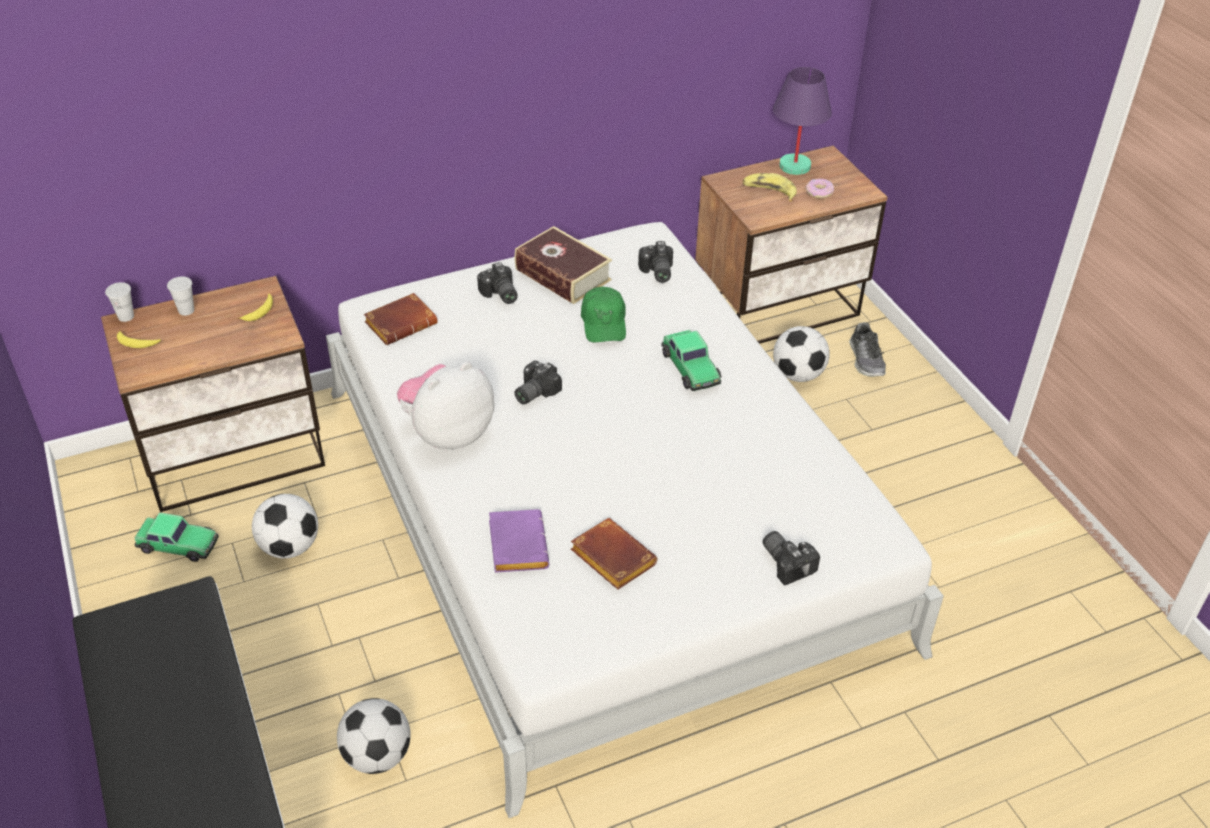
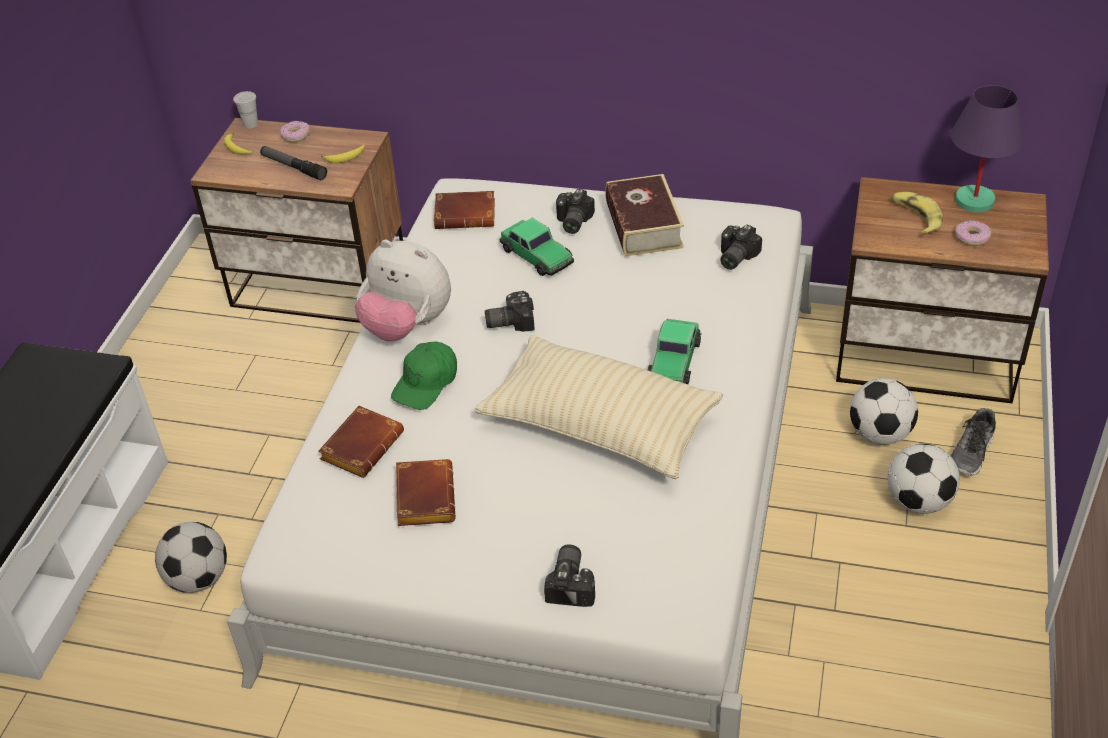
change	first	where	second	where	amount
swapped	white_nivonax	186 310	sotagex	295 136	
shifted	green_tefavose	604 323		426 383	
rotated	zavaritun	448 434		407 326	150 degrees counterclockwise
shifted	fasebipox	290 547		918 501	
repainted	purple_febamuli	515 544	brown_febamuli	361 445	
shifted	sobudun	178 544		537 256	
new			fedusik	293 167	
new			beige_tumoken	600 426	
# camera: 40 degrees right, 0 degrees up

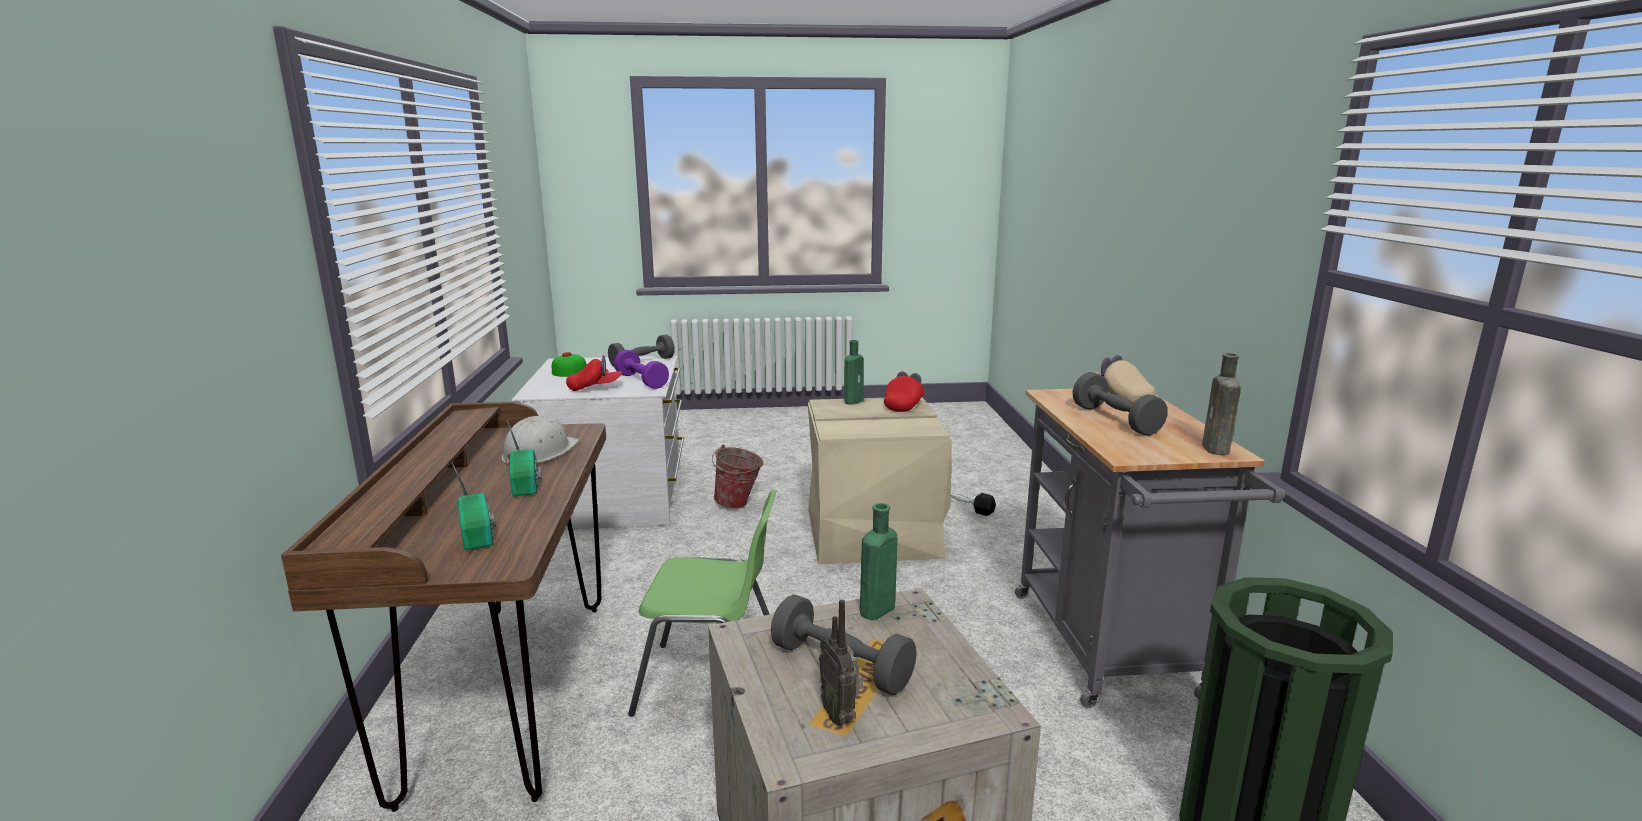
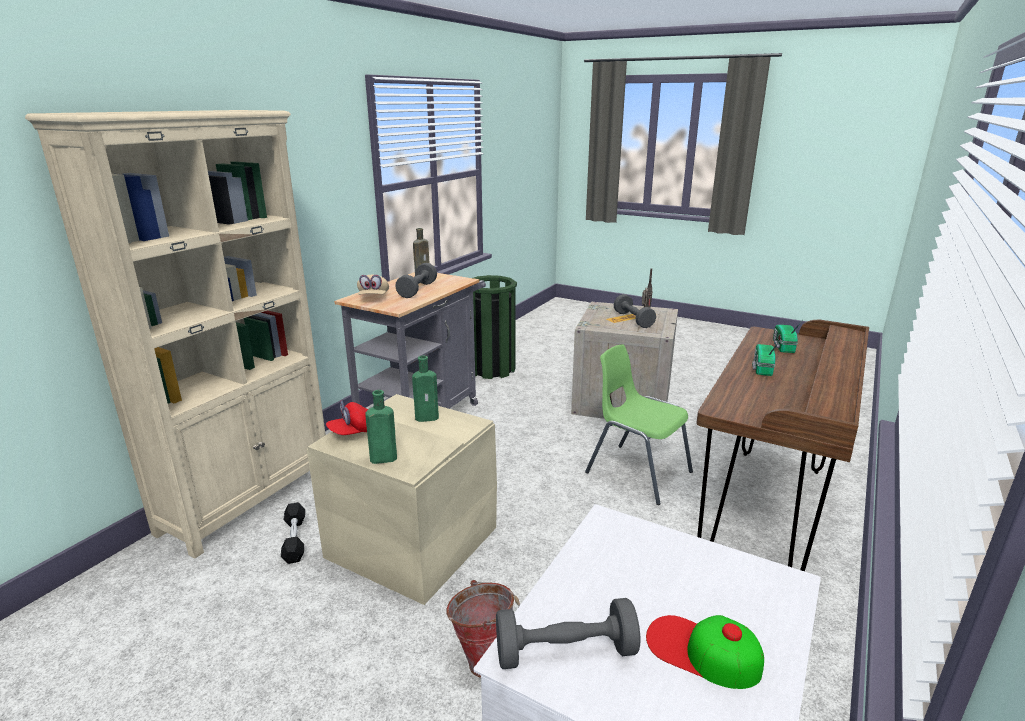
change	first	where	second	where	amount
gone	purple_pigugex	641 381			
gone	red_tefavose	595 388			
gone	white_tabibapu	539 452			
shifted	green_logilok	875 611		428 417	
new			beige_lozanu	250 498	
# camera: 145 degrees left, 5 degrees up

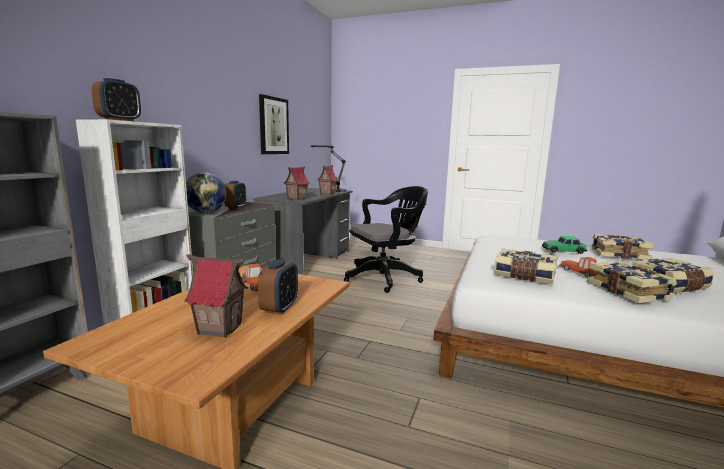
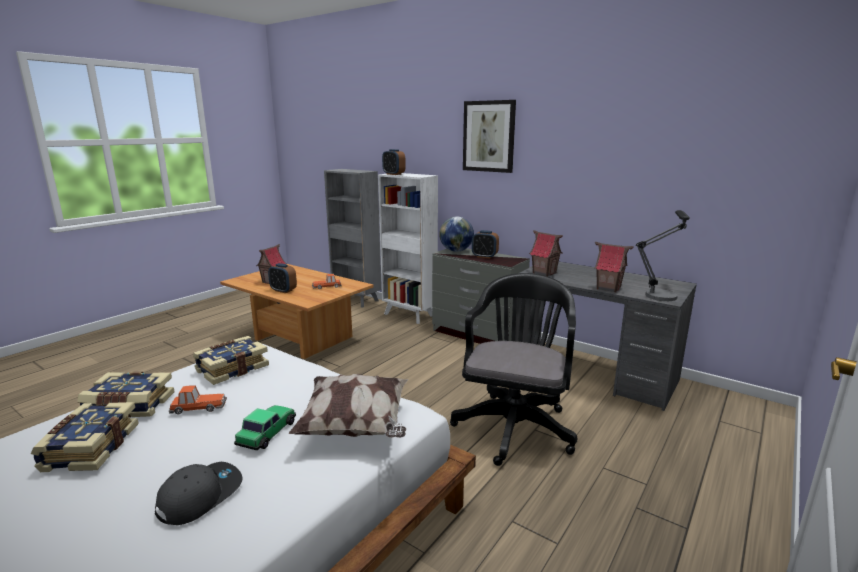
change	first	where	second	where	amount
shifted	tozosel	273 126		489 136	
rotated	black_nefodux	386 278		515 425	150 degrees counterclockwise
swapped	febamuli	619 254	grey_tefavose	200 495	
new			tumoken	356 426	
# camera: 105 degrees right, 5 degrees up

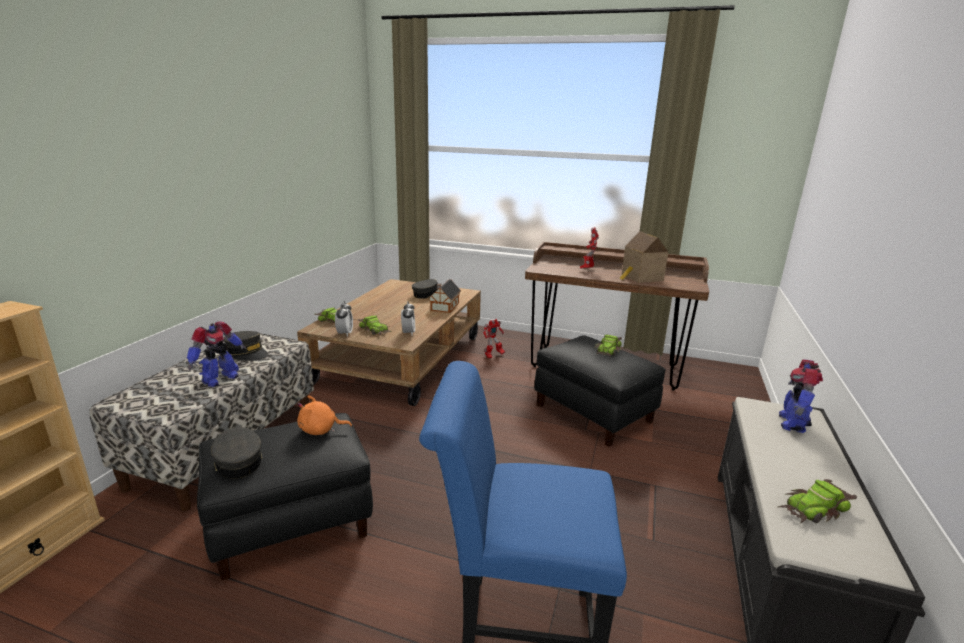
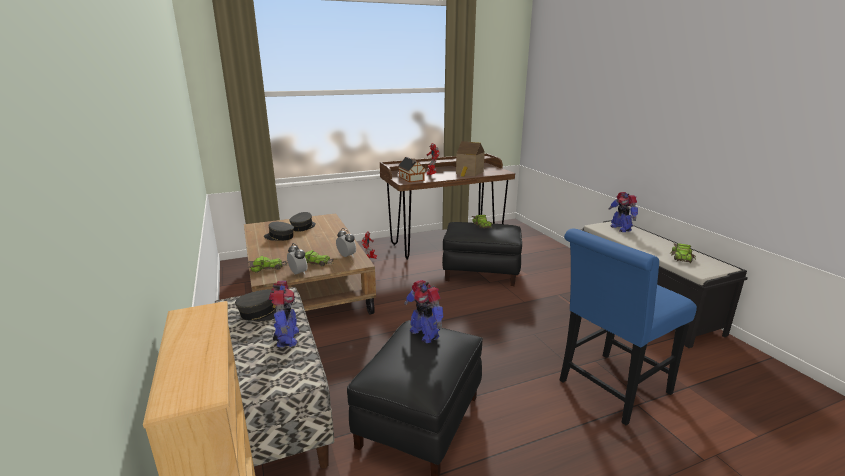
change	first	where	second	where	amount
shifted	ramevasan	444 307		411 179	
swapped	orange_zavaritun	321 430	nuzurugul	424 334	
shifted	grey_tefavose	238 461		279 237	
# camera: 40 degrees left, 0 degrees up

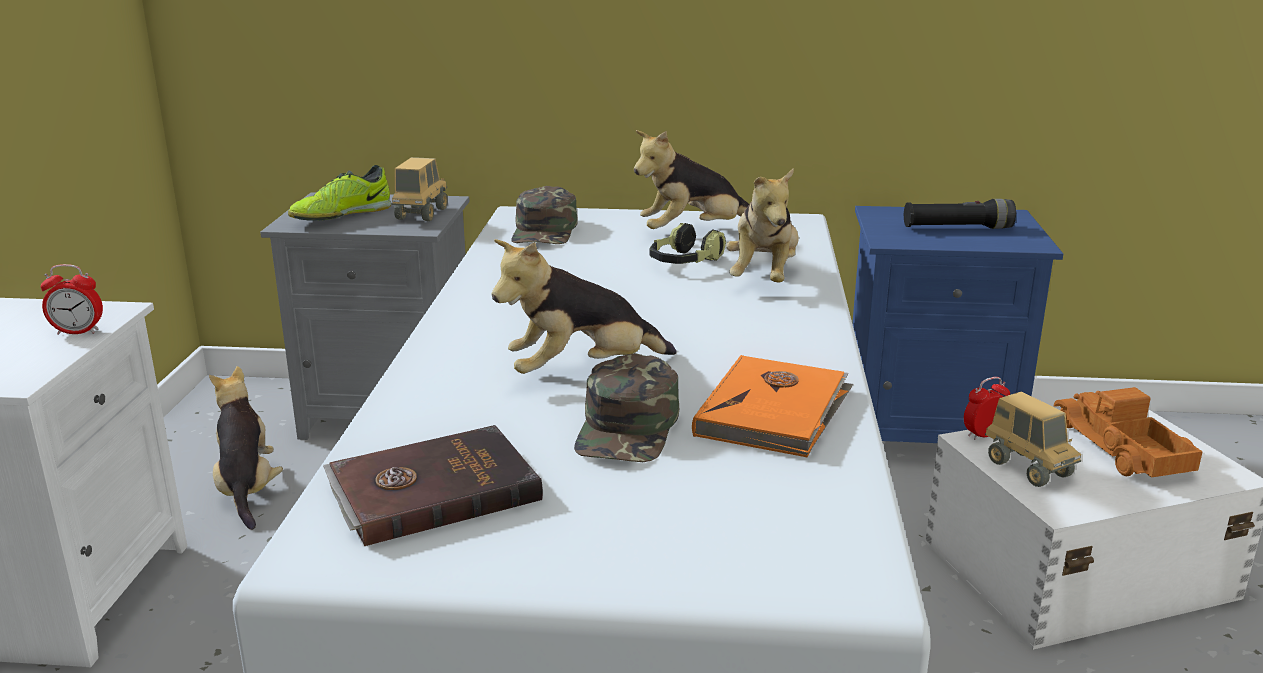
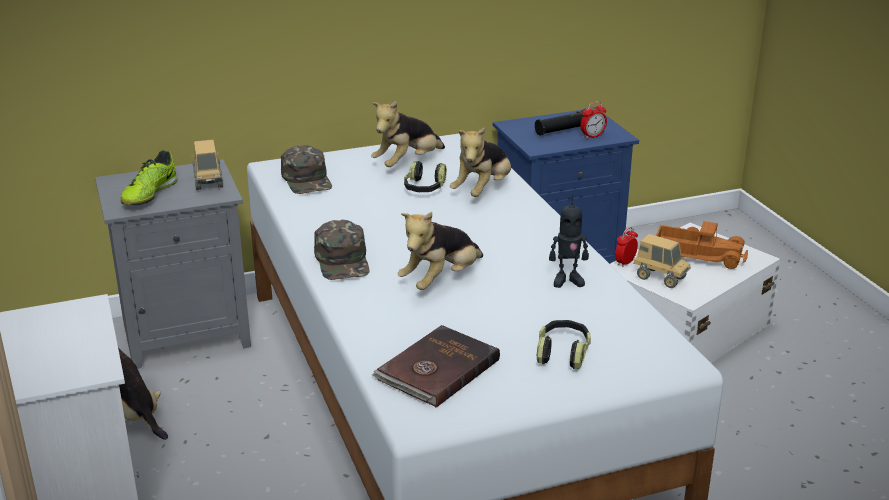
change	first	where	second	where	amount
rotated	zavaritun	764 277		483 190	45 degrees clockwise
shifted	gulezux	78 332		592 136	
shifted	green_tefavose	629 427		343 260	
swapped	orange_febamuli	774 411	nuzurugul	567 280	
rotated	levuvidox	1120 449		698 255	150 degrees clockwise
new			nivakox	562 353	
# camera: 25 degrees left, 5 degrees up

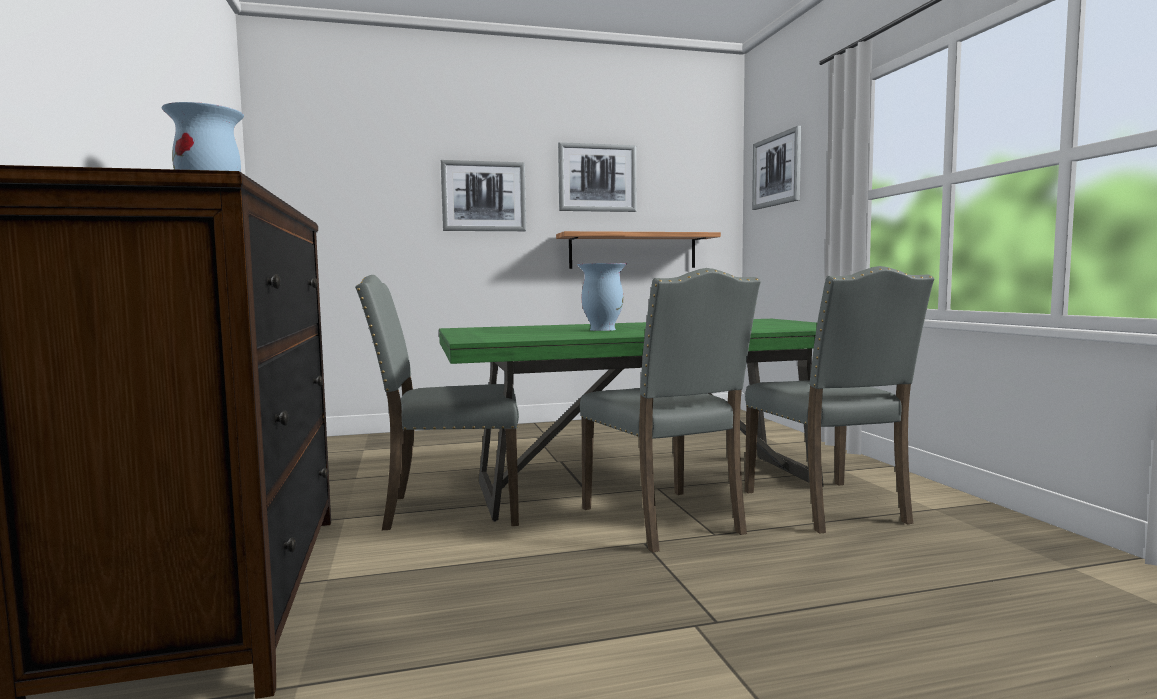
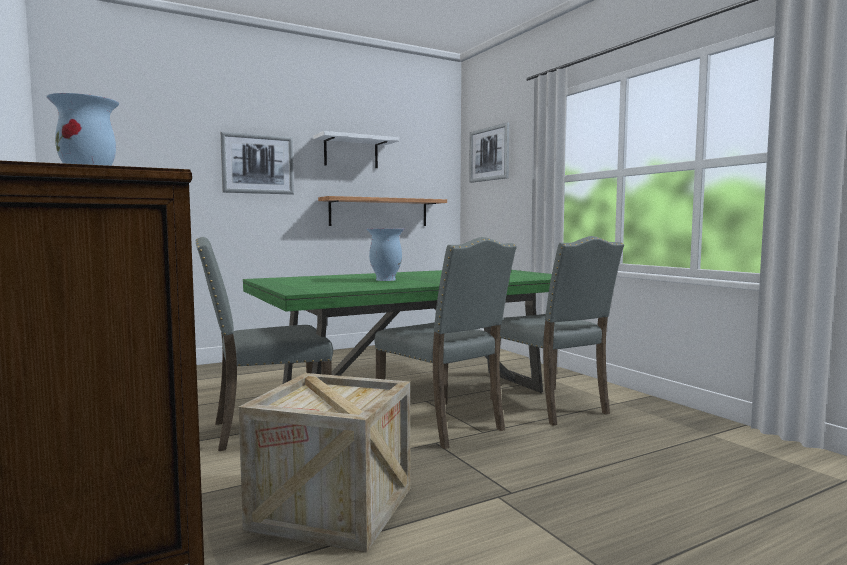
change	first	where	second	where	amount
swapped	tozosel	597 178	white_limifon	351 152	
new			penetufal	332 508	
# camera: 15 degrees left, 0 degrees up

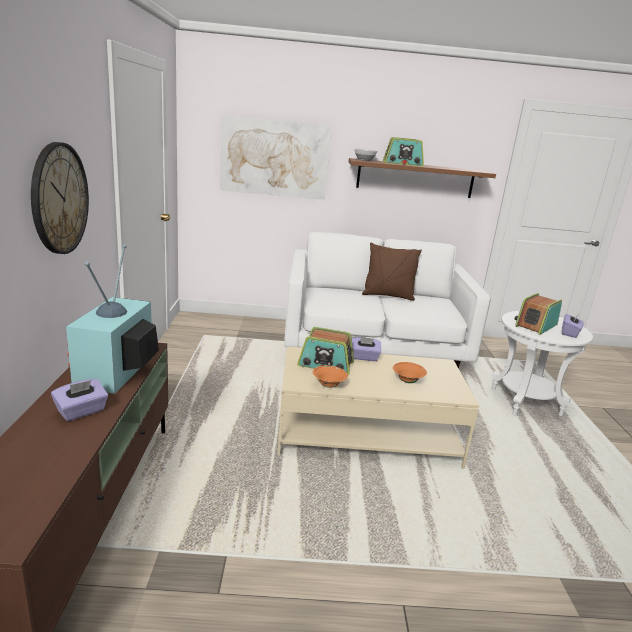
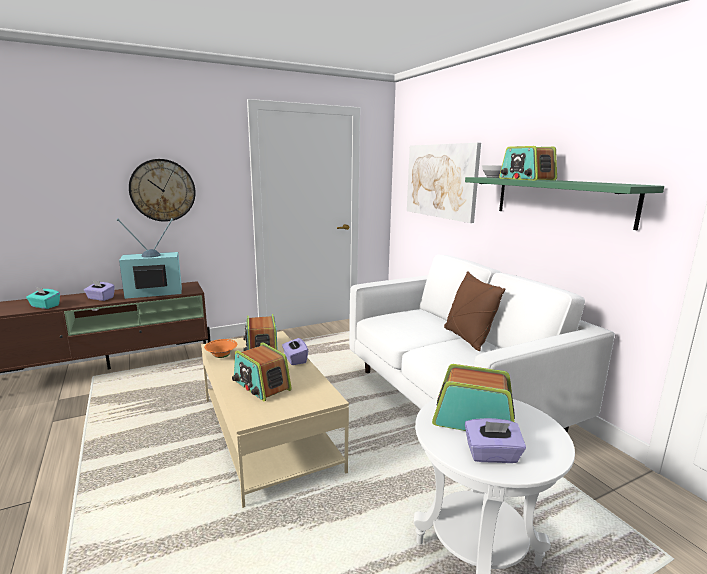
change	first	where	second	where	amount
repainted	brown_limifon	415 178	green_limifon	560 200	
swapped	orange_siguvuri	407 381	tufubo	261 385	
new			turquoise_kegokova	45 306	
# camera: 65 degrees right, 5 degrees down

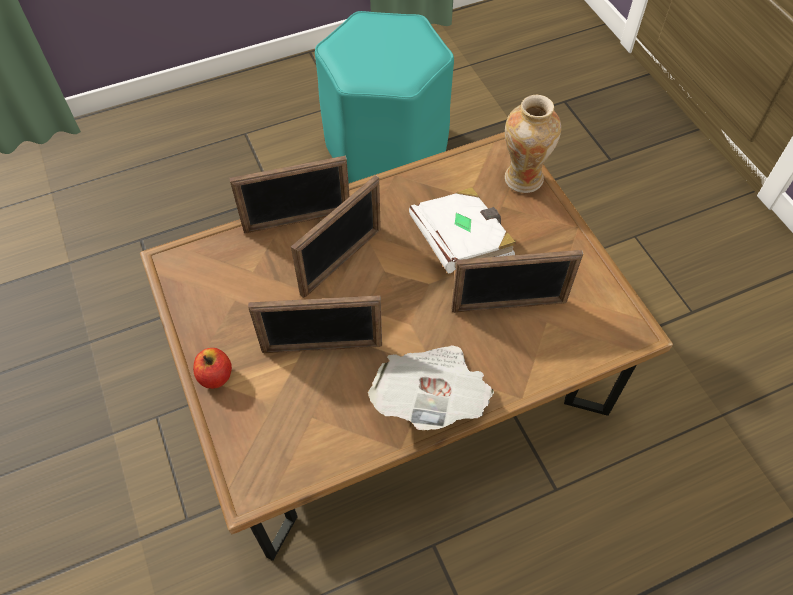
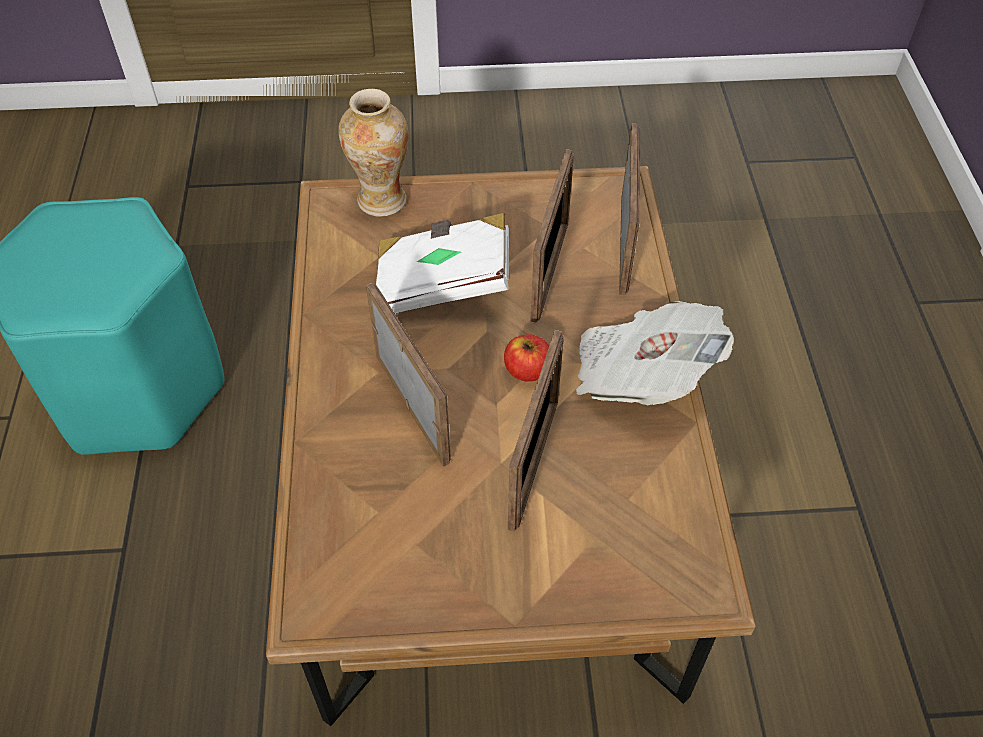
change	first	where	second	where	amount
shifted	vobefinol	297 221		624 244	
shifted	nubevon	216 376		527 370	
# camera: 70 degrees left, 5 degrees down

